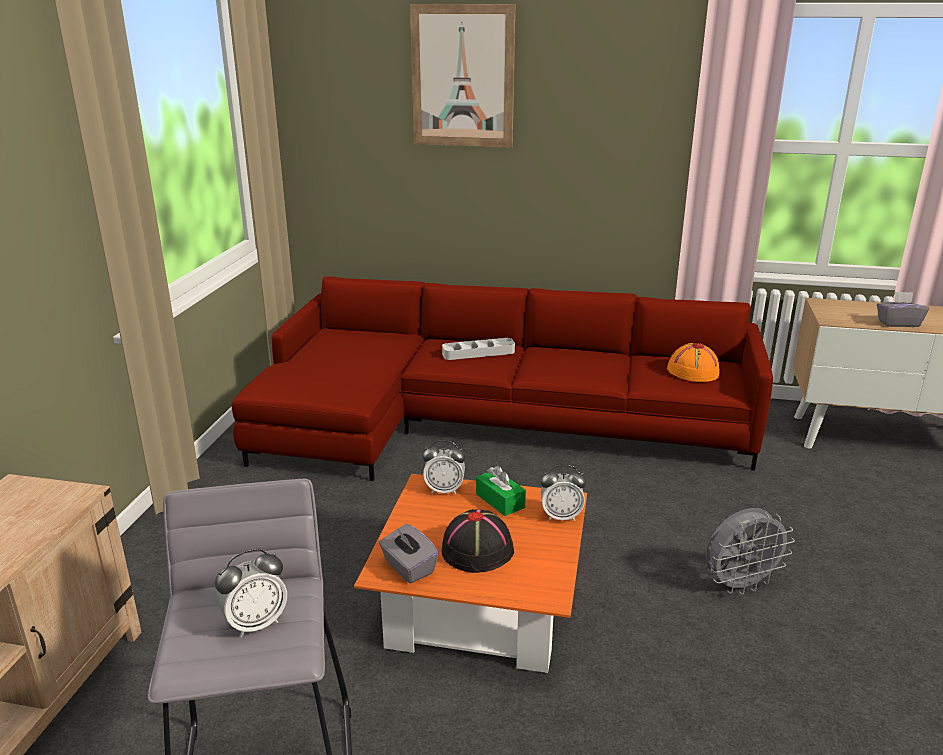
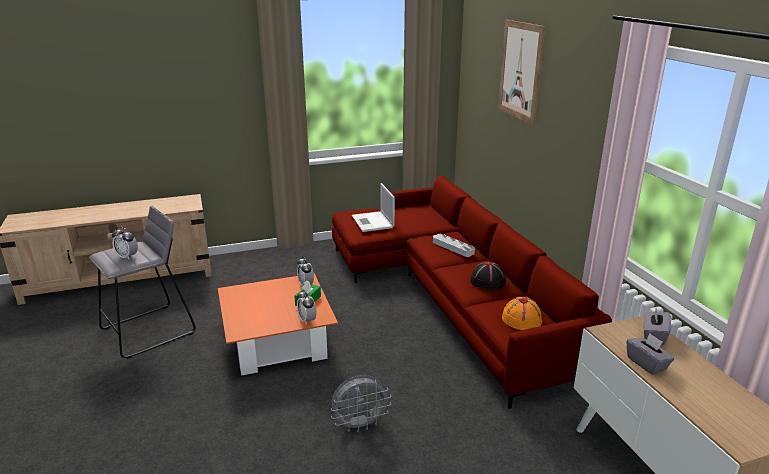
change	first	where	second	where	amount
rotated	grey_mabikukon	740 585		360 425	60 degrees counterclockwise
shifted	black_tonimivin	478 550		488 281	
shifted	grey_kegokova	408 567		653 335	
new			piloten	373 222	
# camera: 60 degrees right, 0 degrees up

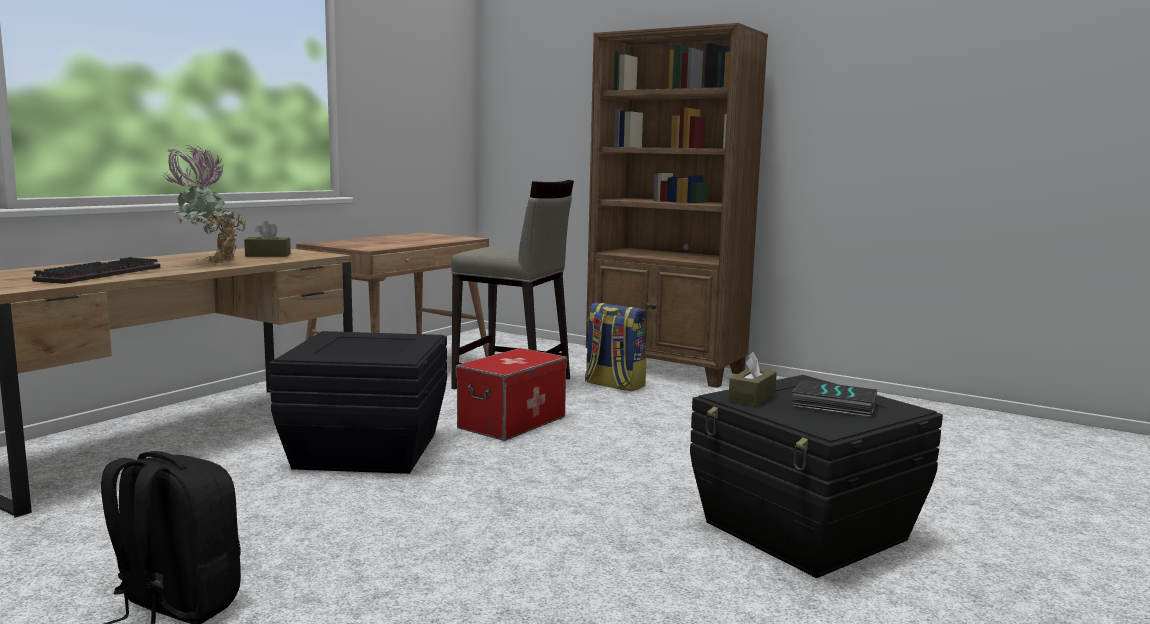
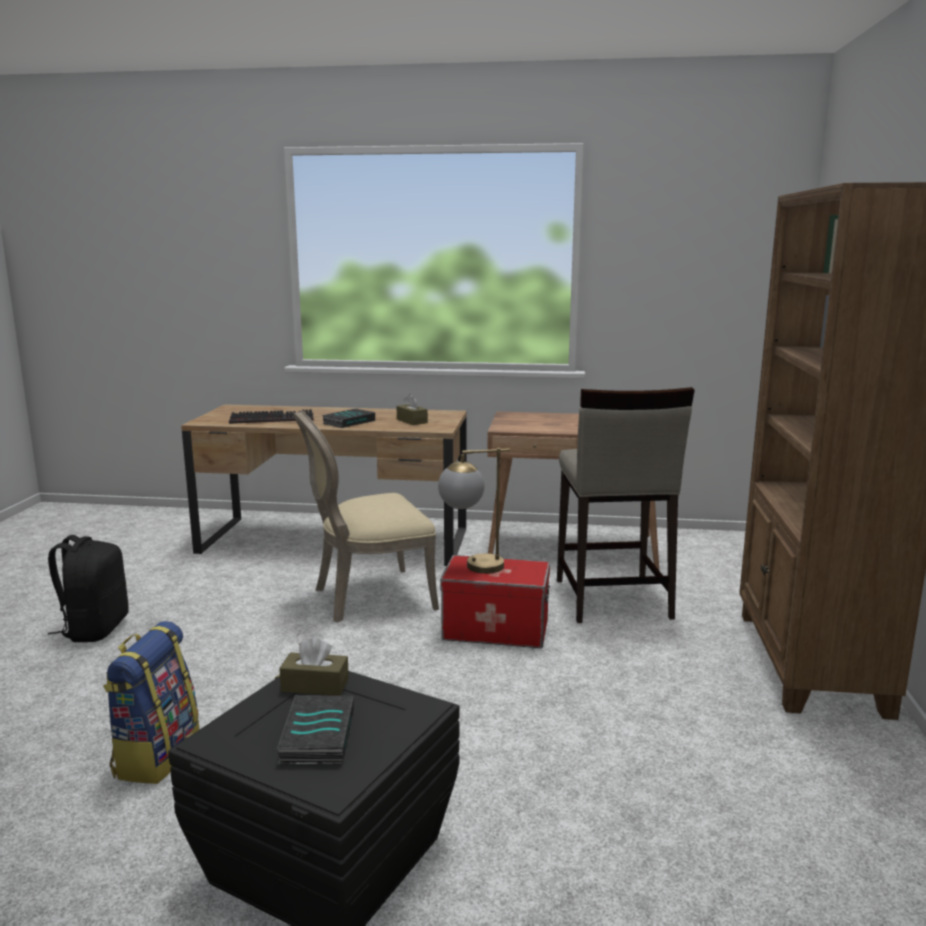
change	first	where	second	where	amount
swapped	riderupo	208 263	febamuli	348 422	
shifted	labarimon	613 385		156 755	
swapped	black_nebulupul	366 450	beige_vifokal	368 597	
new			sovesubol	471 567	
# camera: 65 degrees right, 5 degrees up

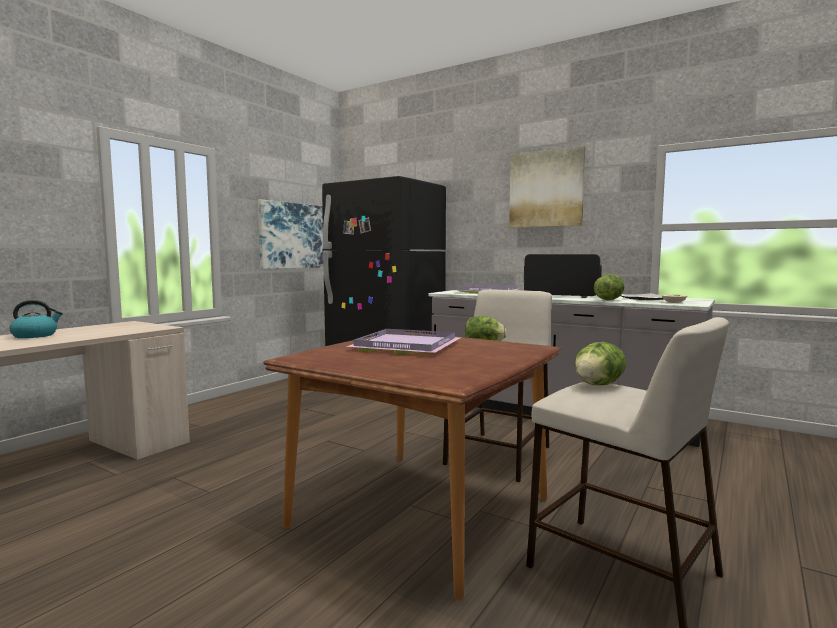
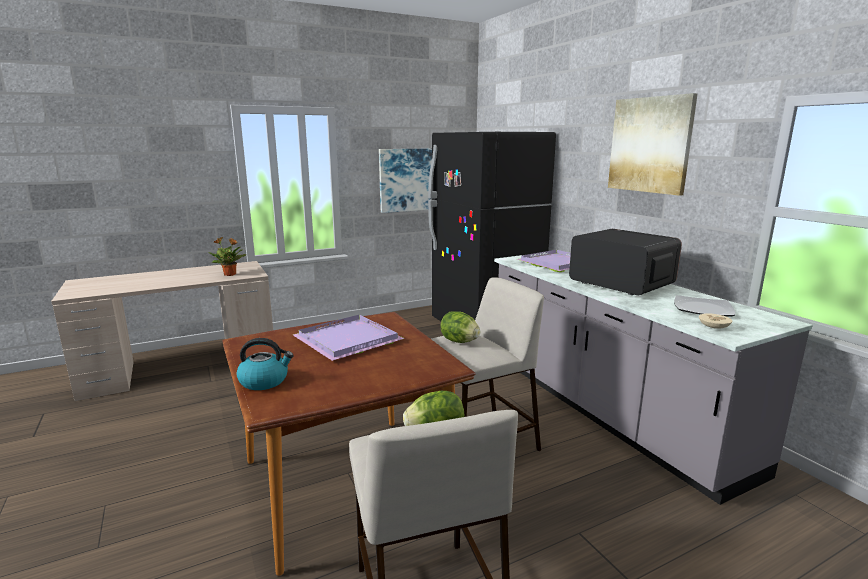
change	first	where	second	where	amount
gone	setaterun	609 300			
shifted	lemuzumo	35 335		265 381	
new			riderupo	230 274	
# camera: 30 degrees right, 10 degrees up

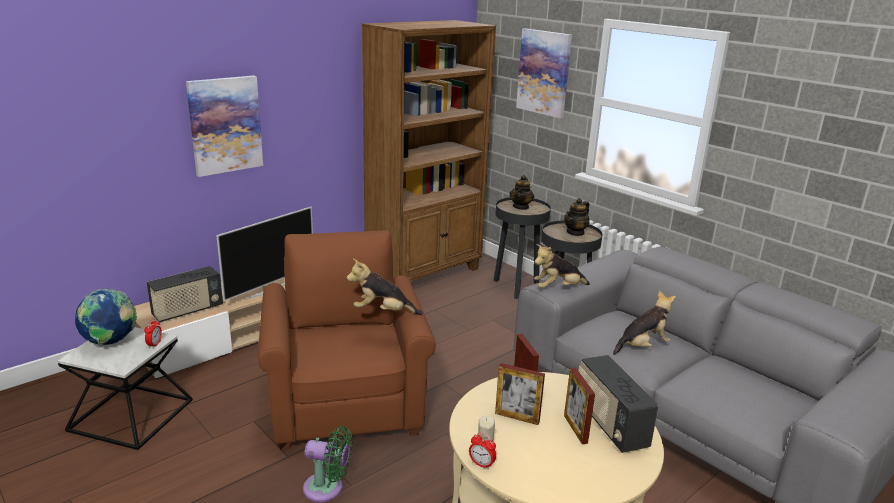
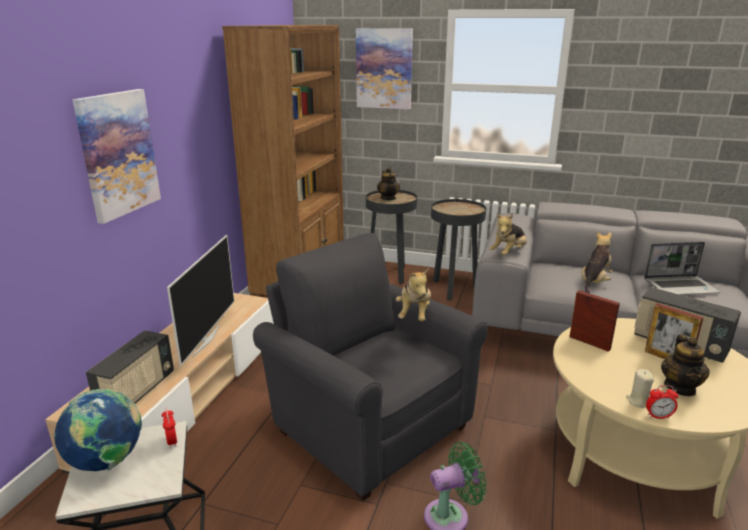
change	first	where	second	where	amount
shifted	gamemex	575 232		680 387	
repainted	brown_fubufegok	346 401	grey_fubufegok	368 425	
rotated	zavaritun	383 312		414 314	60 degrees counterclockwise
gone	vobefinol	517 417			
new			piloten	680 287	
# camera: 30 degrees left, 0 degrees up

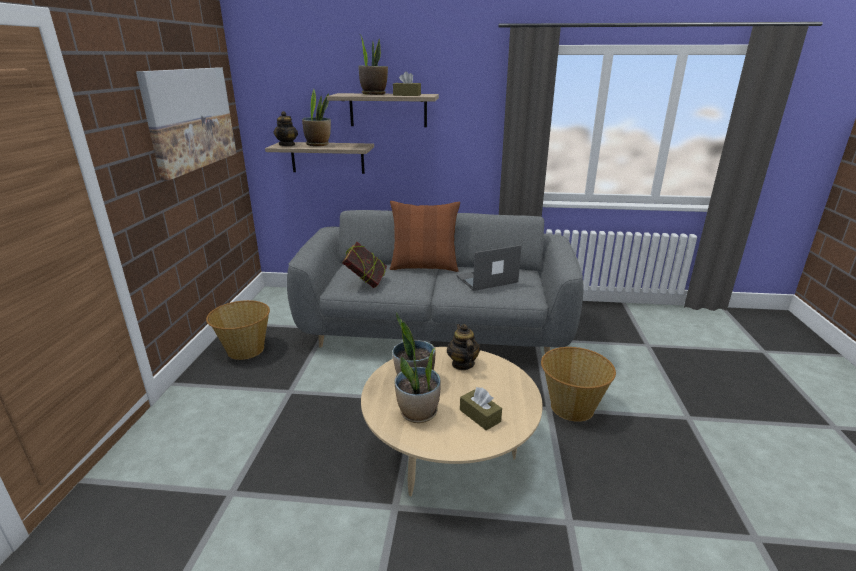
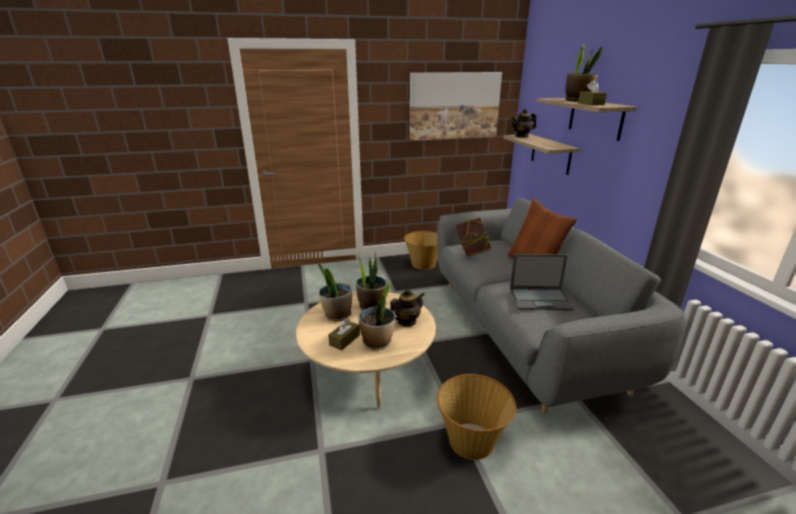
change	first	where	second	where	amount
shifted	riderupo	318 144		377 342	
rotated	piloten	486 279		540 299	135 degrees clockwise
# camera: 70 degrees right, 0 degrees up

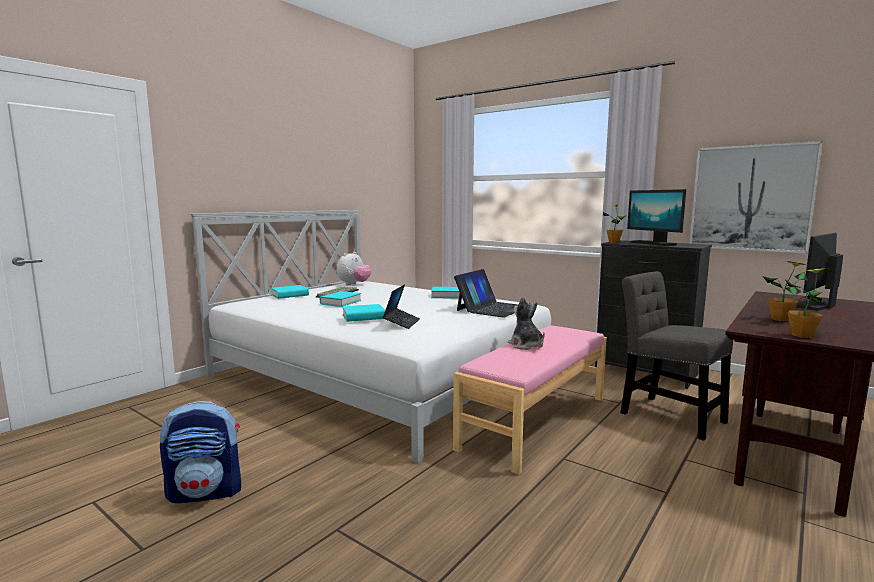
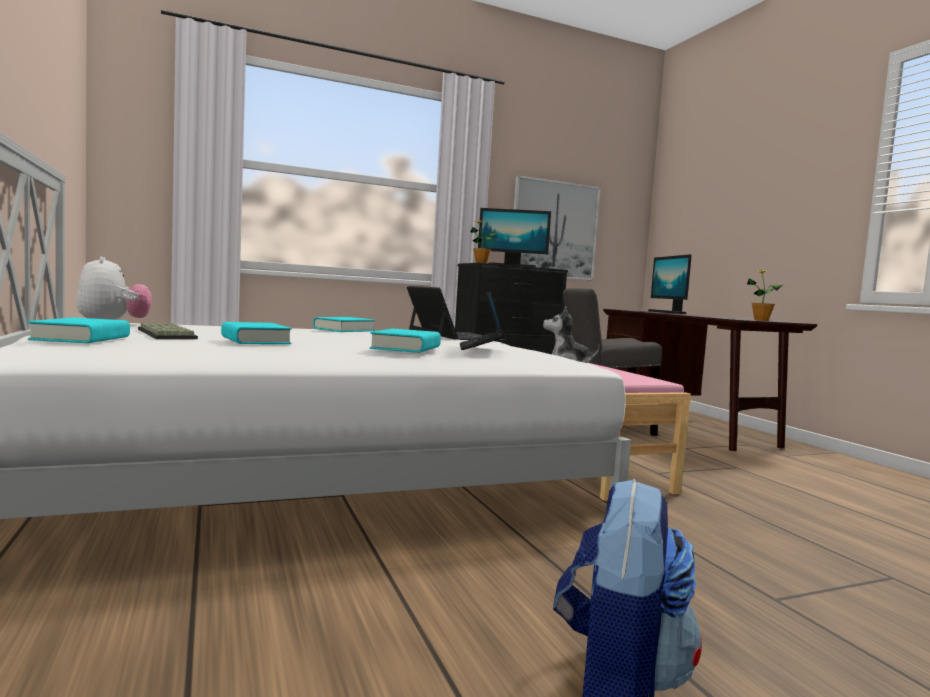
change	first	where	second	where	amount
gone	riderupo	780 319			
rotated	piloten	401 323		480 348	135 degrees counterclockwise
# camera: 60 degrees left, 5 degrees down

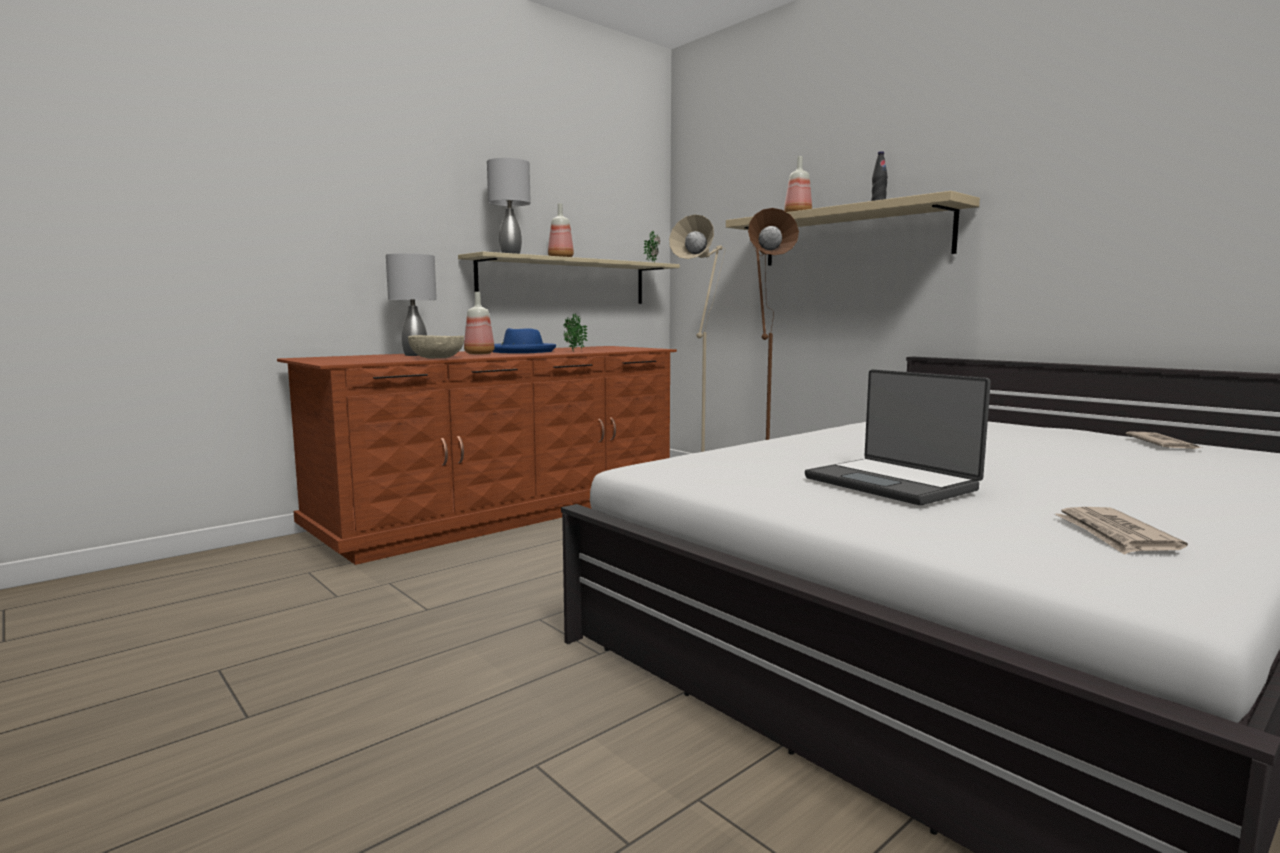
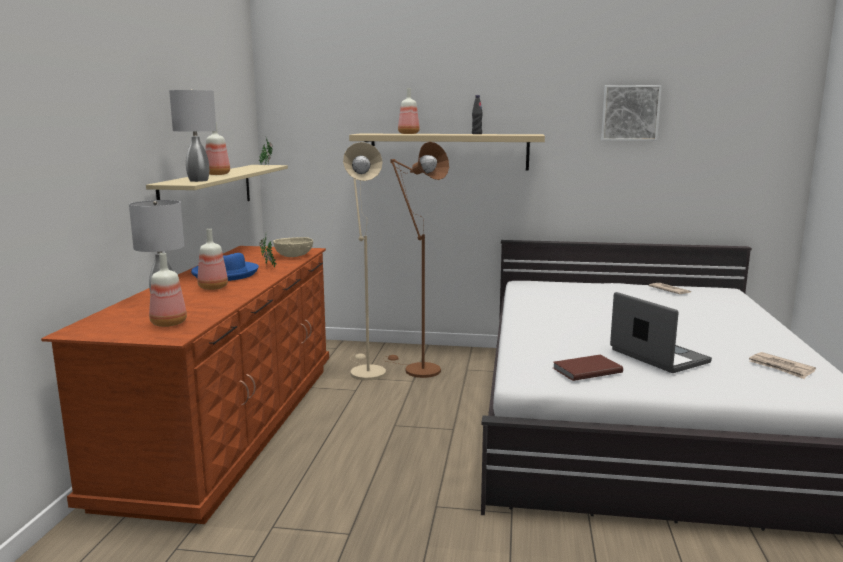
change	first	where	second	where	amount
shifted	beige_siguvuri	437 358		294 256	
rotated	piloten	892 483		657 356	135 degrees counterclockwise
new			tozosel	630 113	
new			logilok	167 324	
new			brown_febamuli	585 370	
# camera: 40 degrees left, 5 degrees up

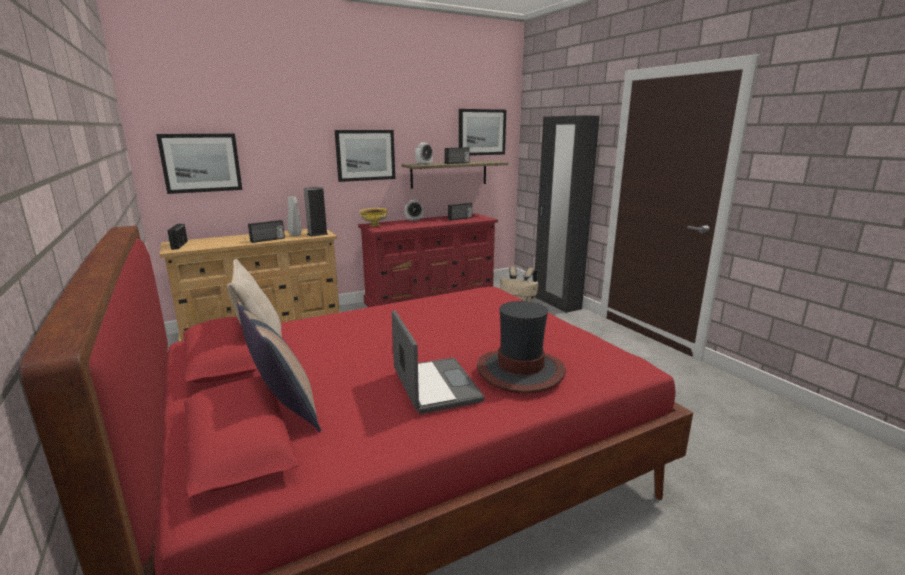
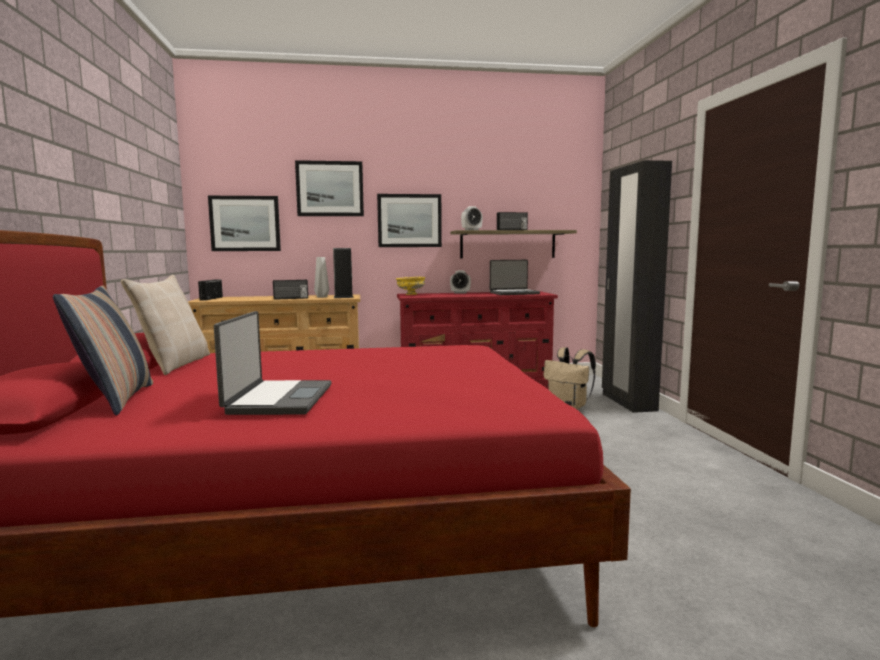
change	first	where	second	where	amount
shifted	tozosel	481 132		330 189	
swapped	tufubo	460 218	piloten	514 293	
gone	tonimivin	520 371			
# camera: 20 degrees right, 10 degrees down

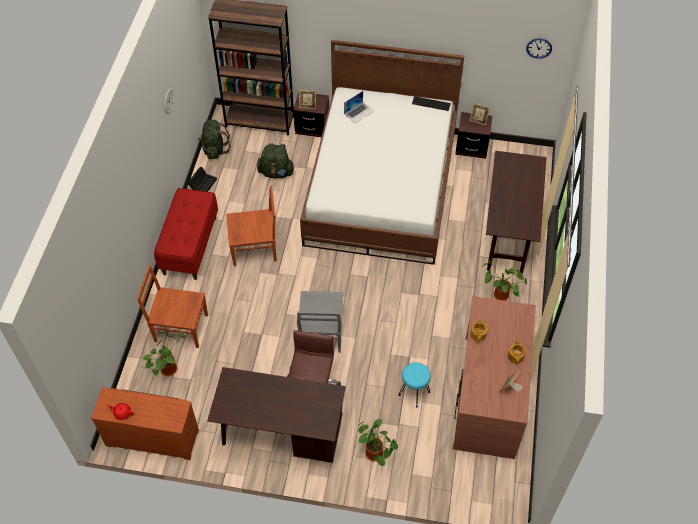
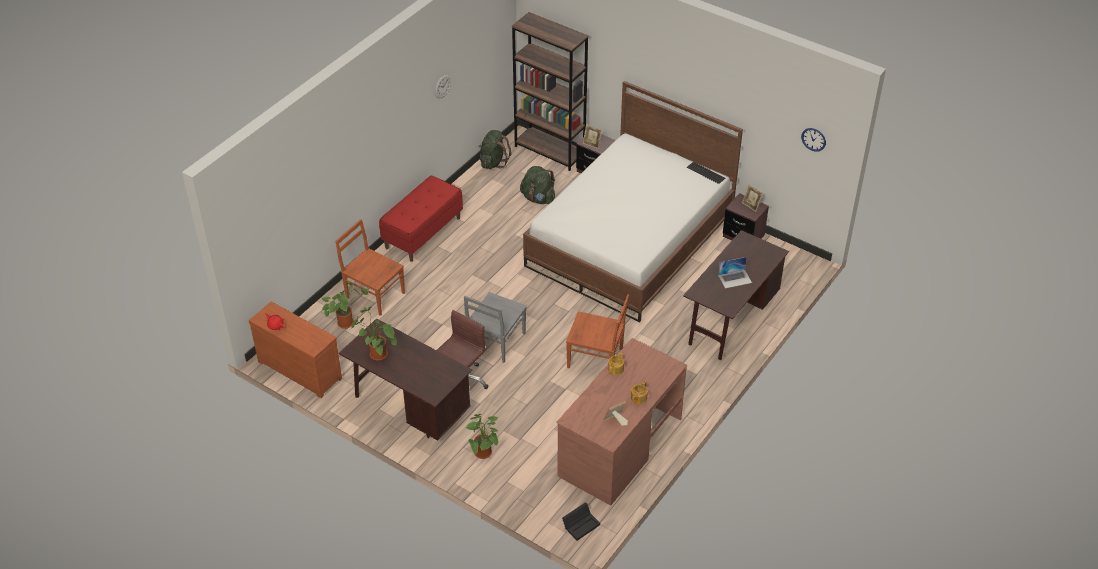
change	first	where	second	where	amount
shifted	piloten	359 112		735 279	
shifted	black_nebulupul	203 183		581 524	
shifted	brown_vifokal	255 248		596 359	
shifted	riderupo	499 296		376 354	
gone	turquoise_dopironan	414 393			
# camera: 25 degrees right, 10 degrees down

